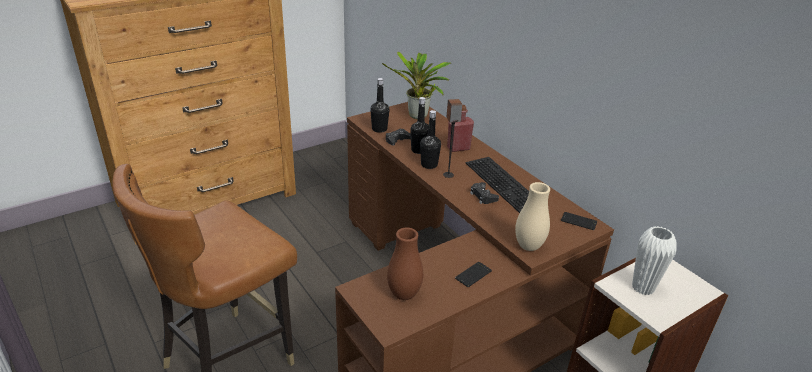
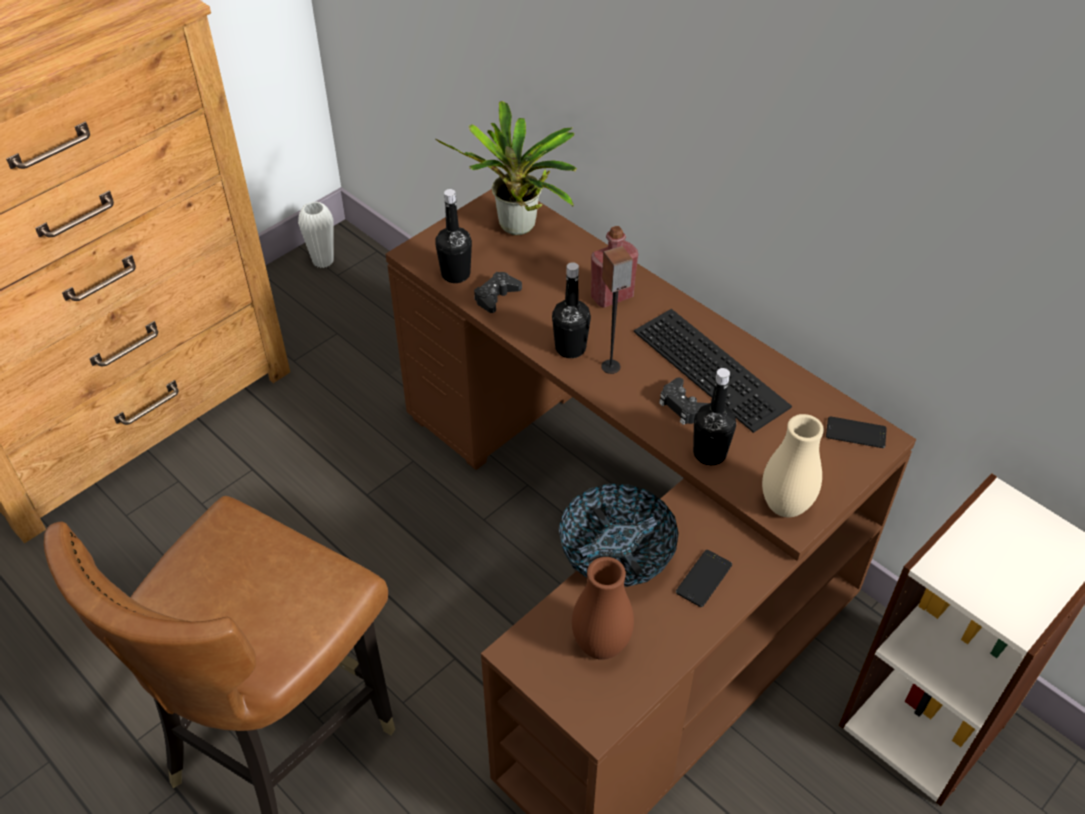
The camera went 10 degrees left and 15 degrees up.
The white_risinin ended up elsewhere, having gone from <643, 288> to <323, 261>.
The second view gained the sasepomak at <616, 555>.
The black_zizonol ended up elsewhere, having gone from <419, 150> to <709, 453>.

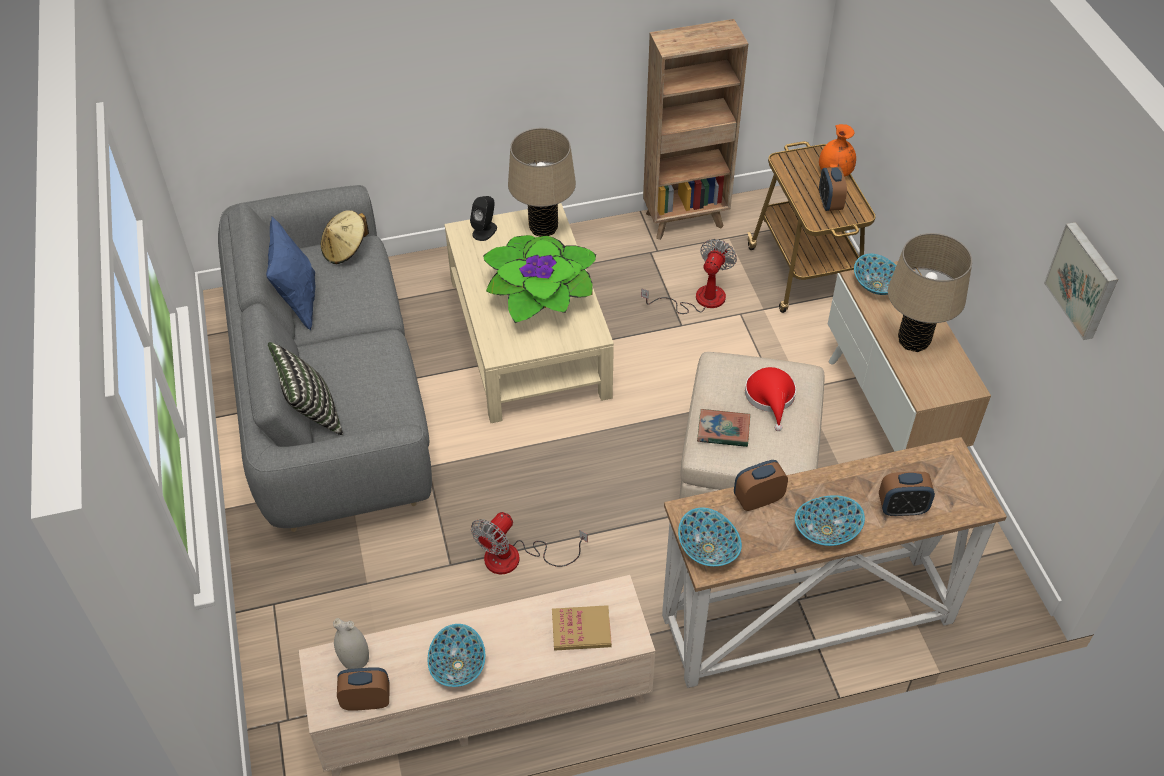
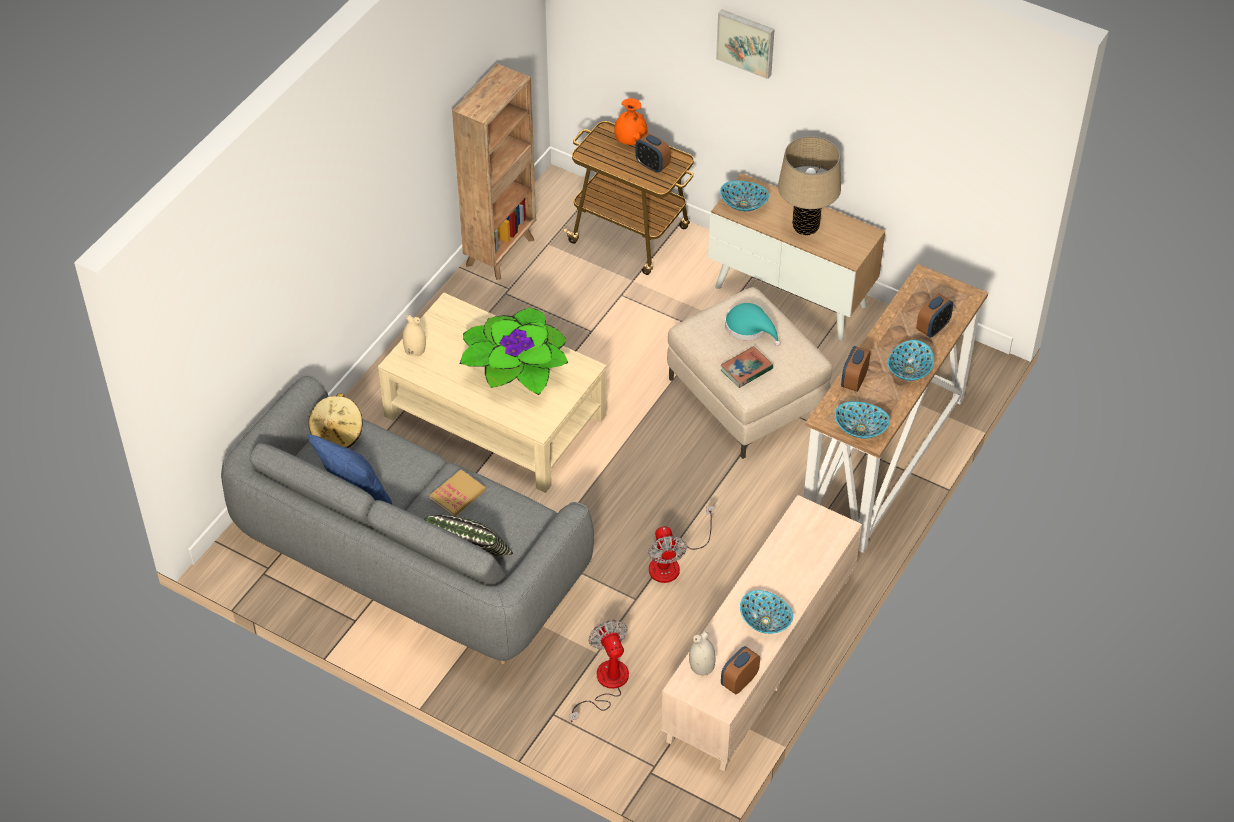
The camera went 45 degrees left and 0 degrees up.
Where the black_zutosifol stood at <485, 231>, the beige_risinin came to stand at <415, 350>.
The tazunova ended up elsewhere, having gone from <581, 629> to <457, 494>.
The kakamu ended up elsewhere, having gone from <699, 299> to <605, 684>.
The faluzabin ended up elsewhere, having gone from <1084, 280> to <746, 42>.
What was the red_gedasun at <771, 398> turned into the turquoise_gedasun at <750, 328>.
The second view lost the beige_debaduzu at <543, 228>.

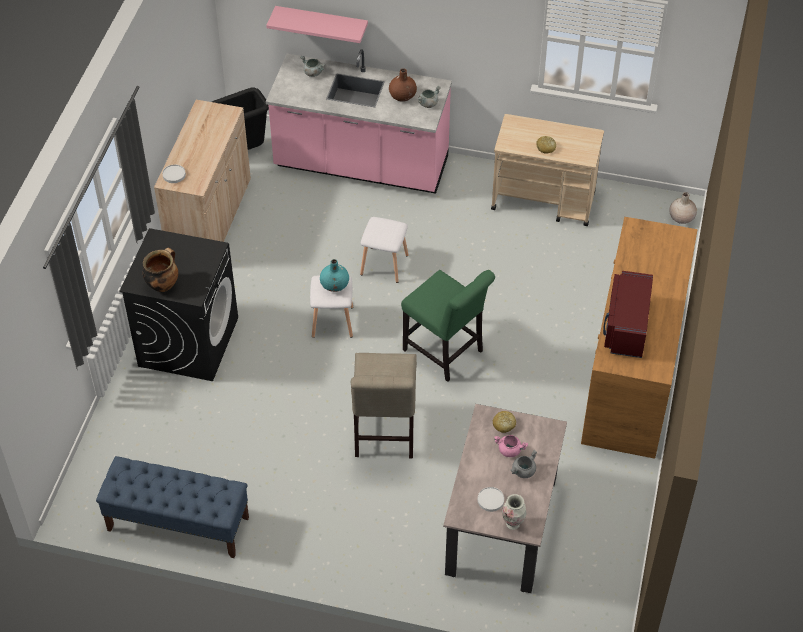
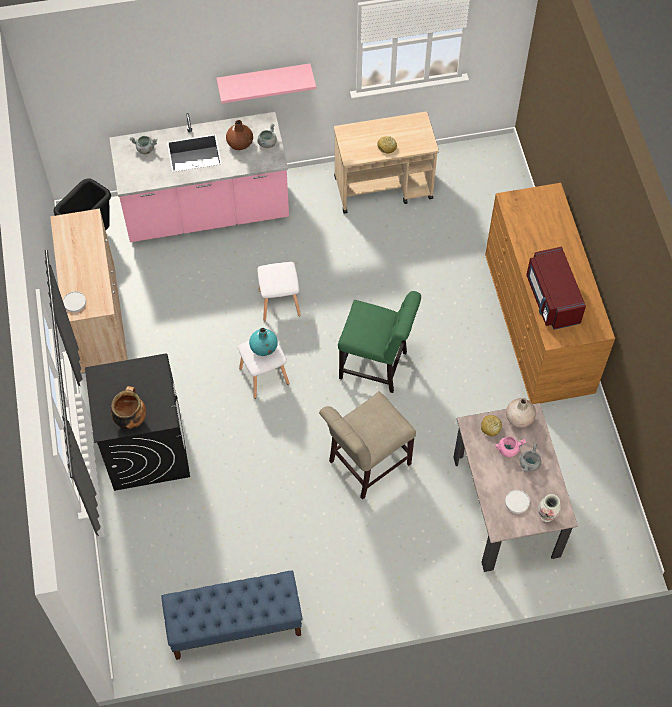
The camera went 25 degrees left and 10 degrees up.
The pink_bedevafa ended up elsewhere, having gone from <321, 23> to <264, 79>.
The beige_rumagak at <384, 434> ended up facing another way, 75 degrees clockwise from before.
The beige_risinin ended up elsewhere, having gone from <681, 217> to <519, 418>.

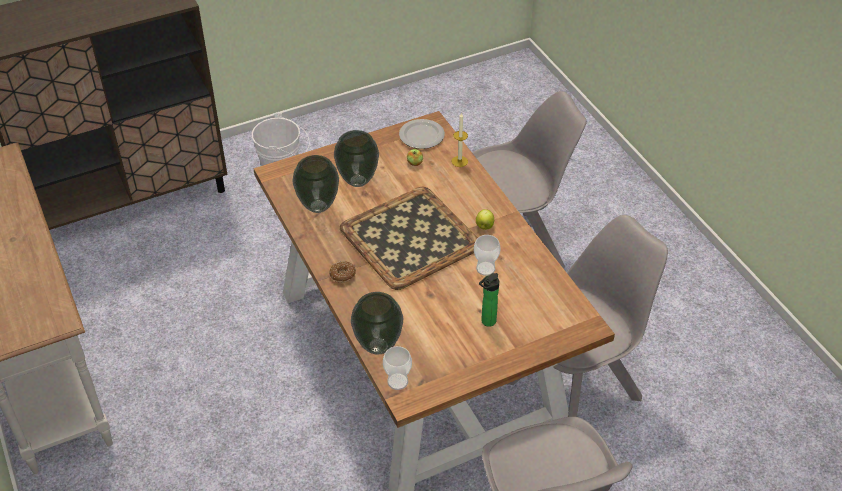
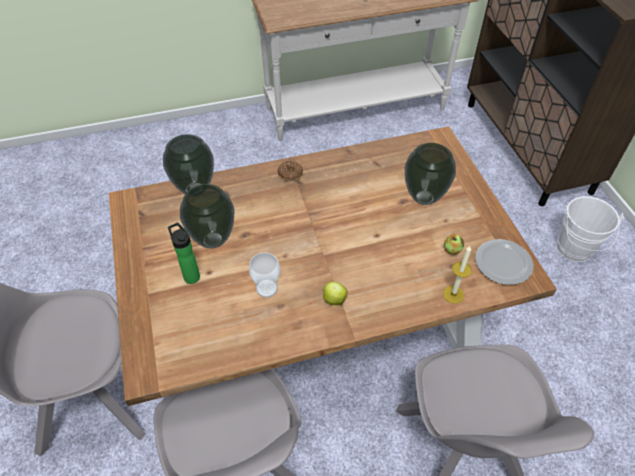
The camera went 100 degrees right and 5 degrees up.
The risinin ended up elsewhere, having gone from <318, 206> to <214, 240>.
The second view lost the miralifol at <410, 236>.
The second view lost the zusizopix at <397, 381>.

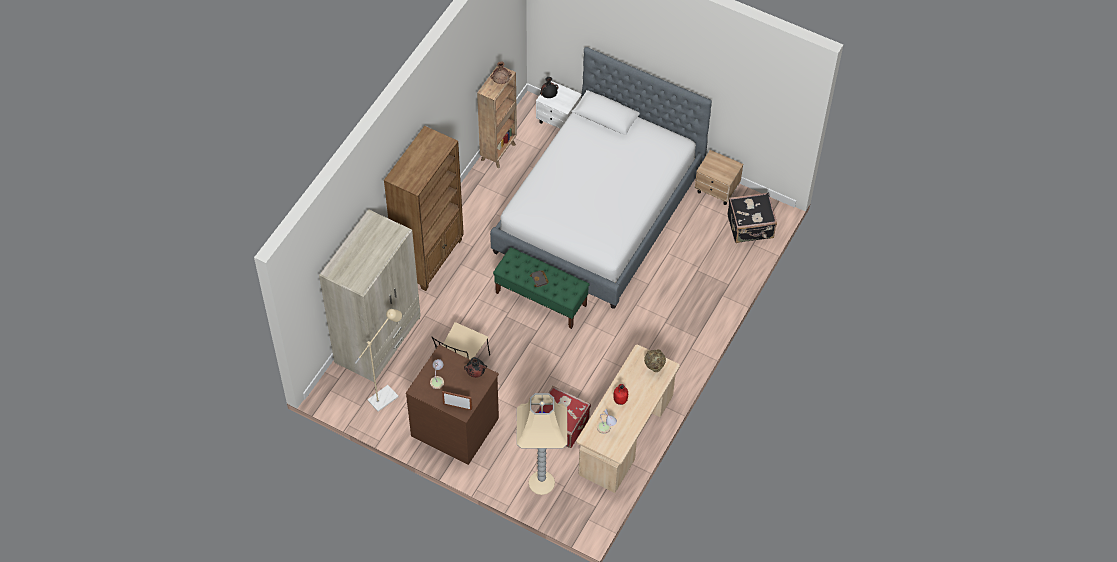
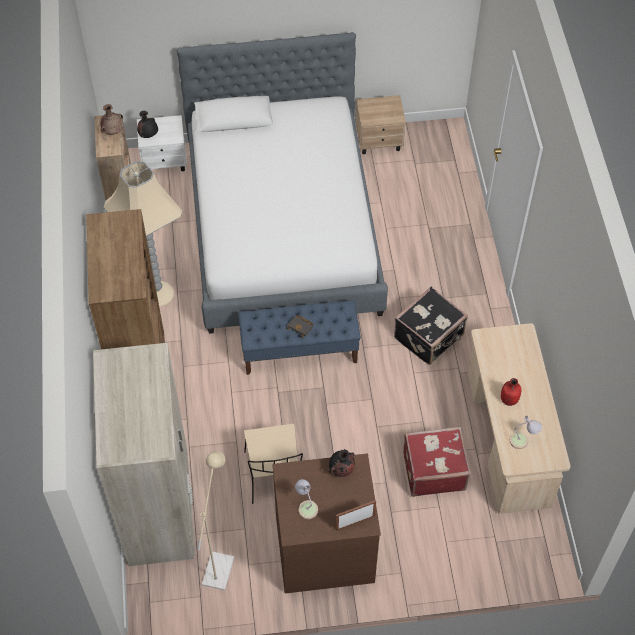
The camera went 35 degrees left and 0 degrees up.
The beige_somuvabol ended up elsewhere, having gone from <541, 482> to <157, 293>.
What was the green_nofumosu at <541, 299> turned into the blue_nofumosu at <300, 351>.
The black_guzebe ended up elsewhere, having gone from <750, 227> to <430, 337>.
The second view lost the beige_risinin at <654, 368>.

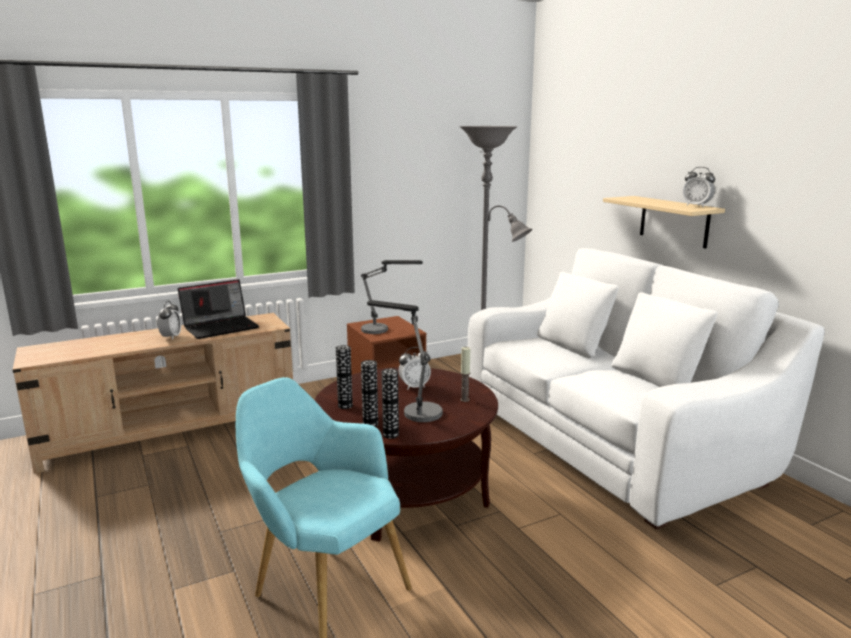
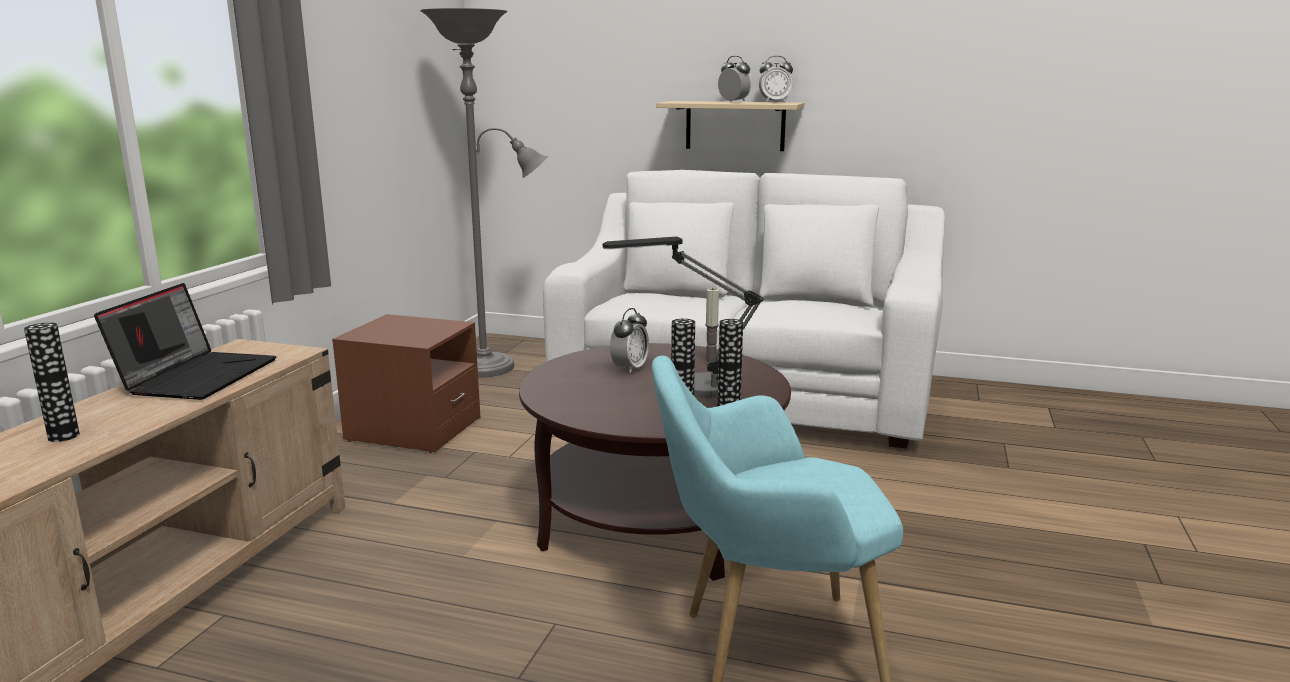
The camera went 45 degrees left and 0 degrees up.
The risinin ended up elsewhere, having gone from <345, 406> to <64, 436>.
The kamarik ended up elsewhere, having gone from <171, 337> to <734, 102>.
The second view lost the debaduzu at <382, 330>.

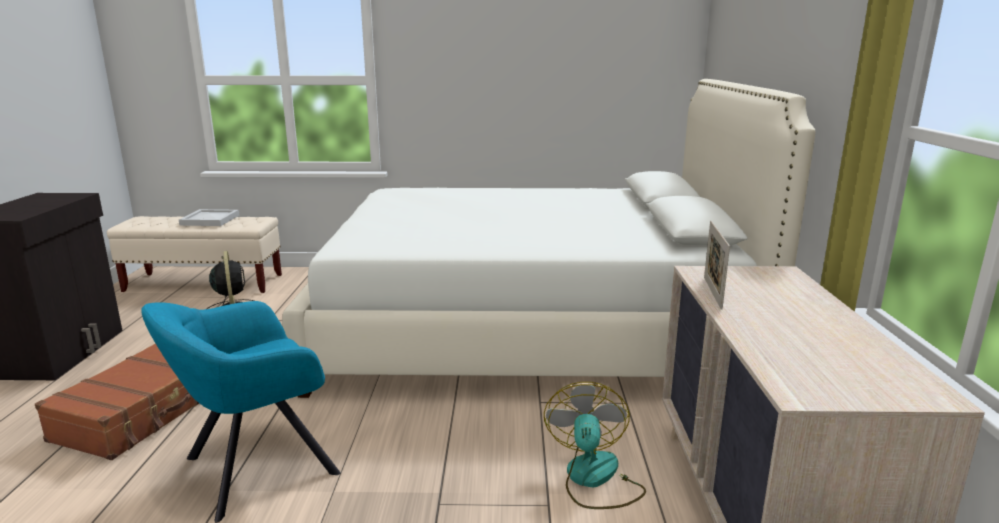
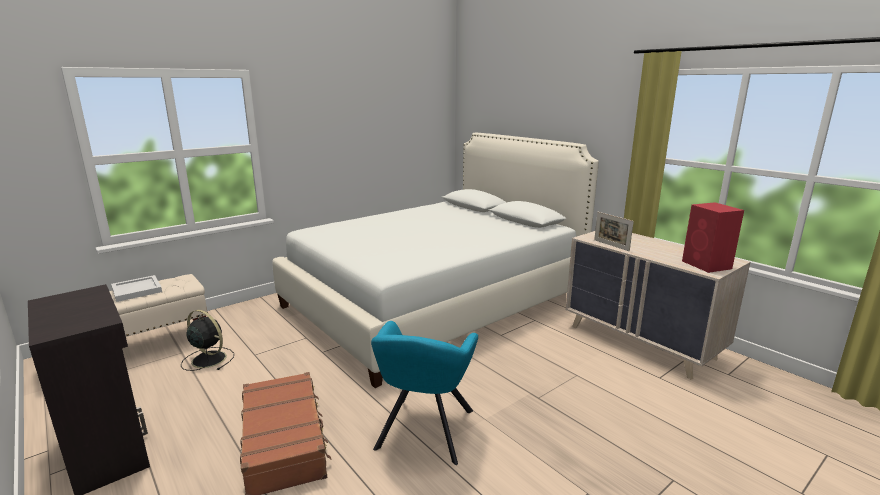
The camera went 40 degrees left and 0 degrees up.
The second view gained the red_zutosifol at <707, 265>.
The second view lost the kakamu at <594, 479>.

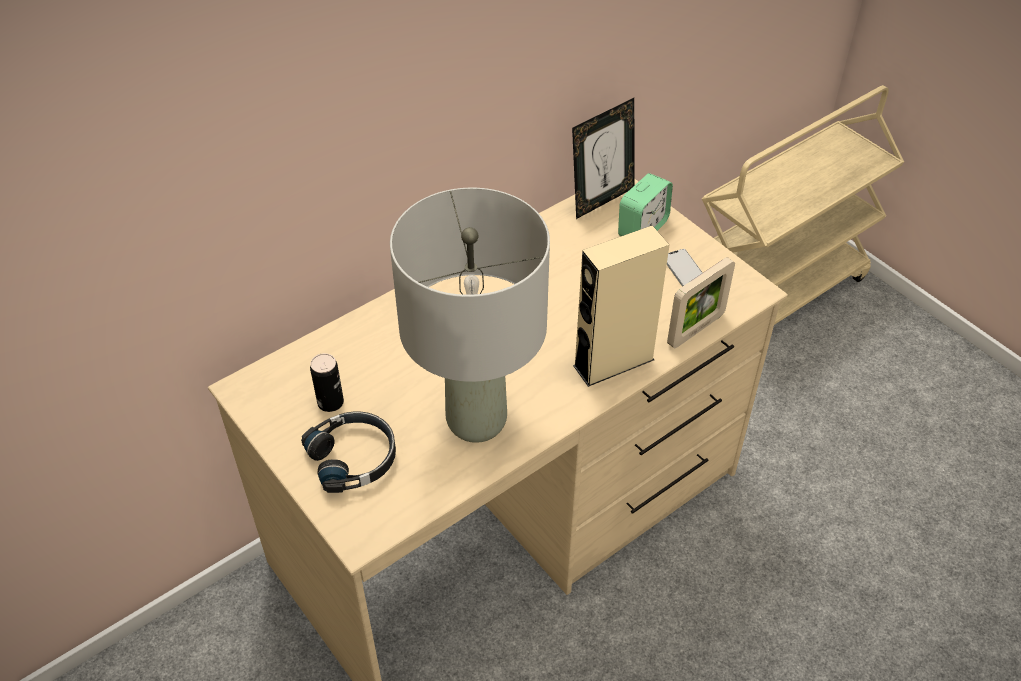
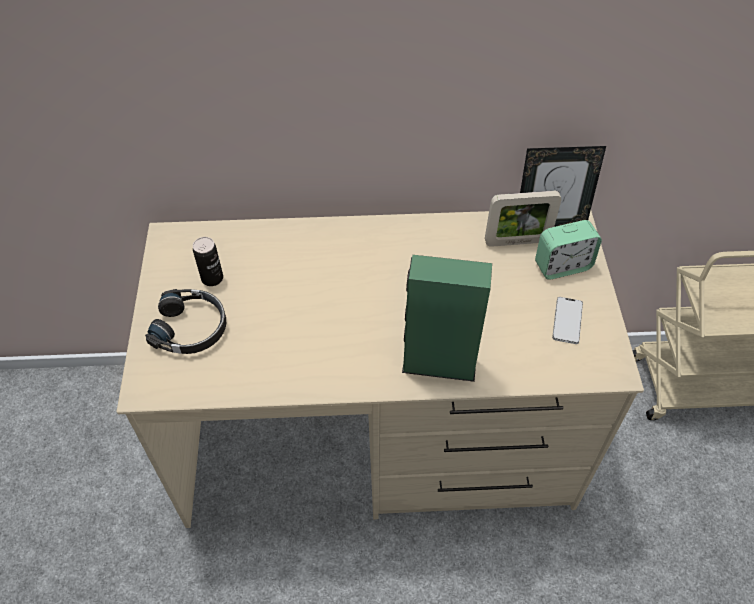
The camera went 35 degrees right and 5 degrees up.
What was the beige_zutosifol at <613, 362> turned into the green_zutosifol at <439, 365>.
The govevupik ended up elsewhere, having gone from <695, 329> to <517, 241>.
The second view lost the grey_debaduzu at <477, 419>.

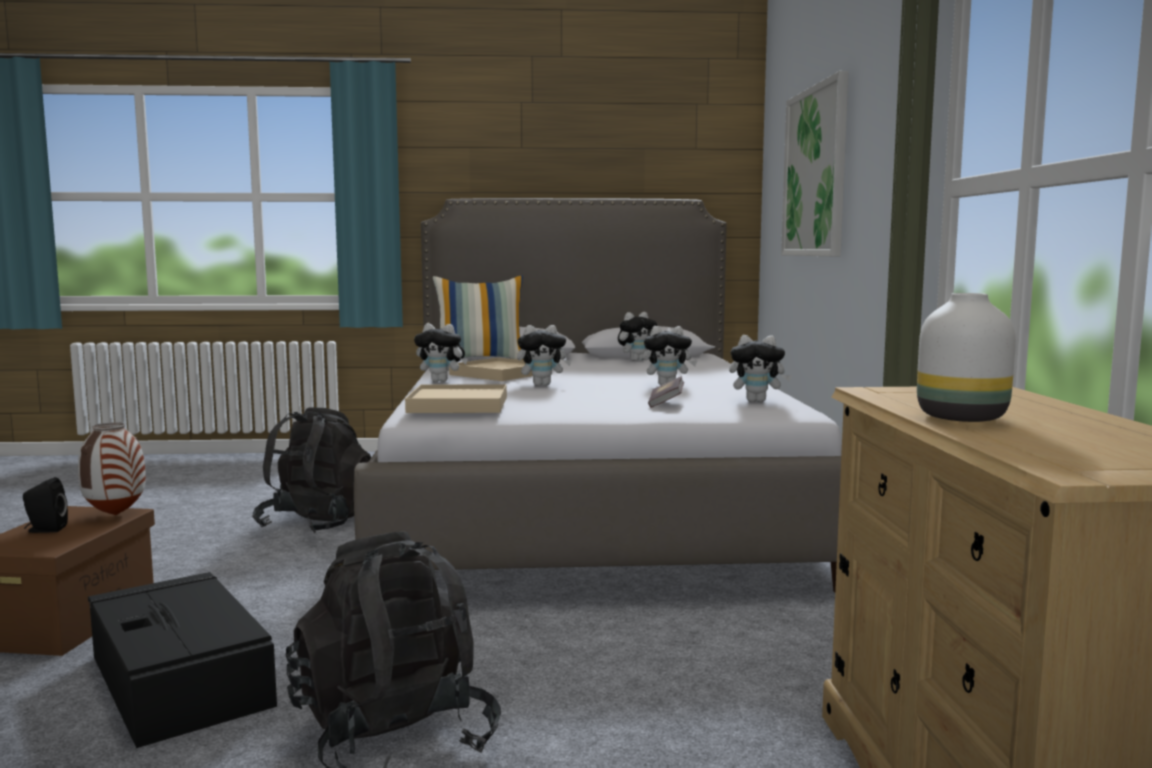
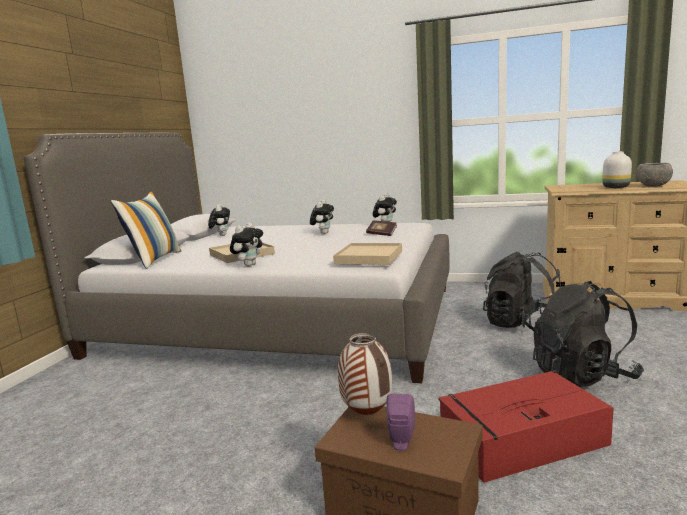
The camera went 70 degrees left and 5 degrees up.
What was the black_zutosifol at <45, 530> turned into the purple_zutosifol at <401, 442>.
What was the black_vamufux at <179, 678> turned into the red_vamufux at <520, 440>.
The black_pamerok ended up elsewhere, having gone from <317, 524> to <522, 325>.
The second view gained the grey_sasepomak at <653, 186>.
The second view lost the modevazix at <542, 385>.
The second view lost the faluzabin at <815, 172>.

